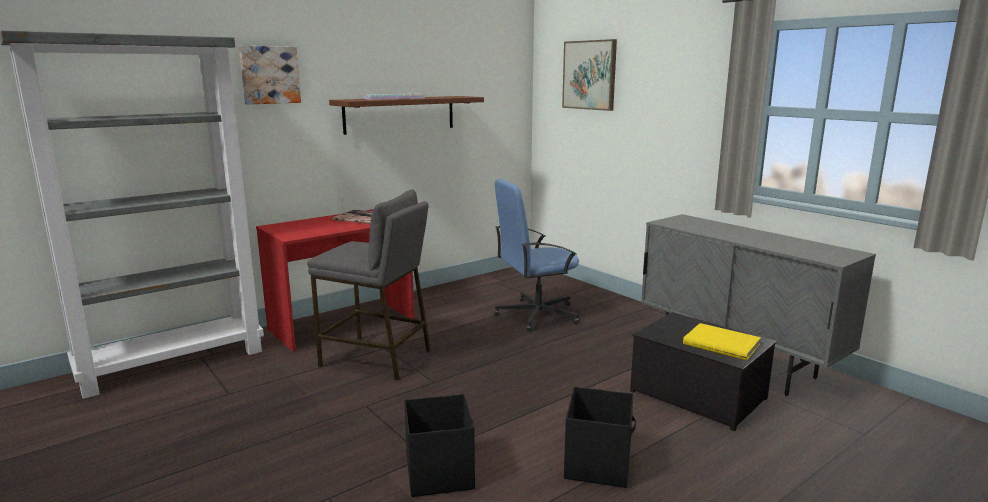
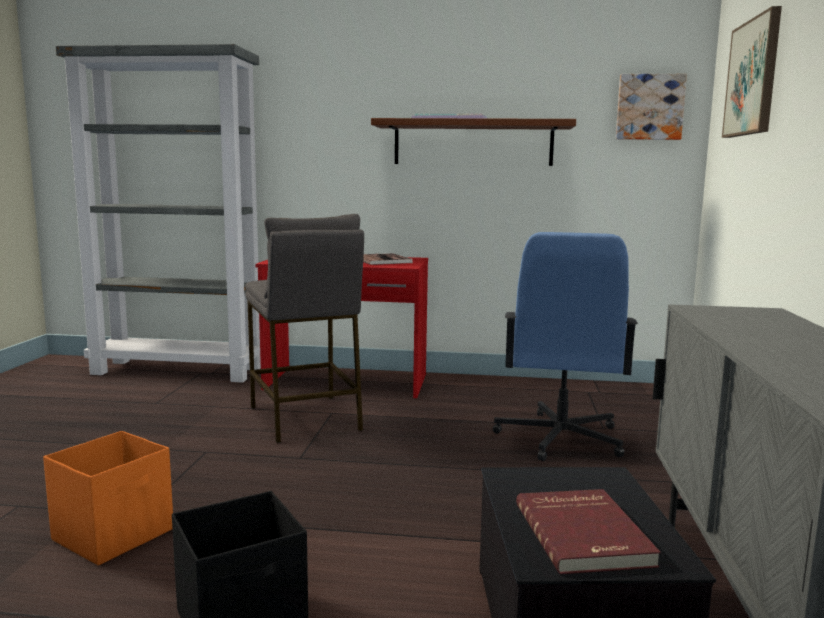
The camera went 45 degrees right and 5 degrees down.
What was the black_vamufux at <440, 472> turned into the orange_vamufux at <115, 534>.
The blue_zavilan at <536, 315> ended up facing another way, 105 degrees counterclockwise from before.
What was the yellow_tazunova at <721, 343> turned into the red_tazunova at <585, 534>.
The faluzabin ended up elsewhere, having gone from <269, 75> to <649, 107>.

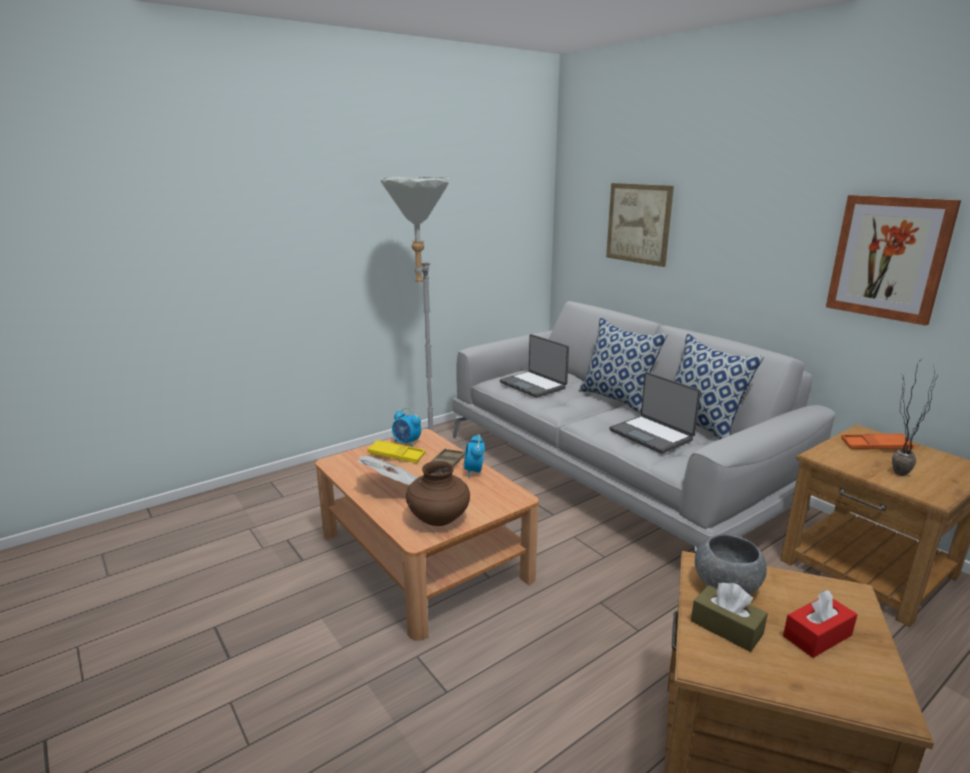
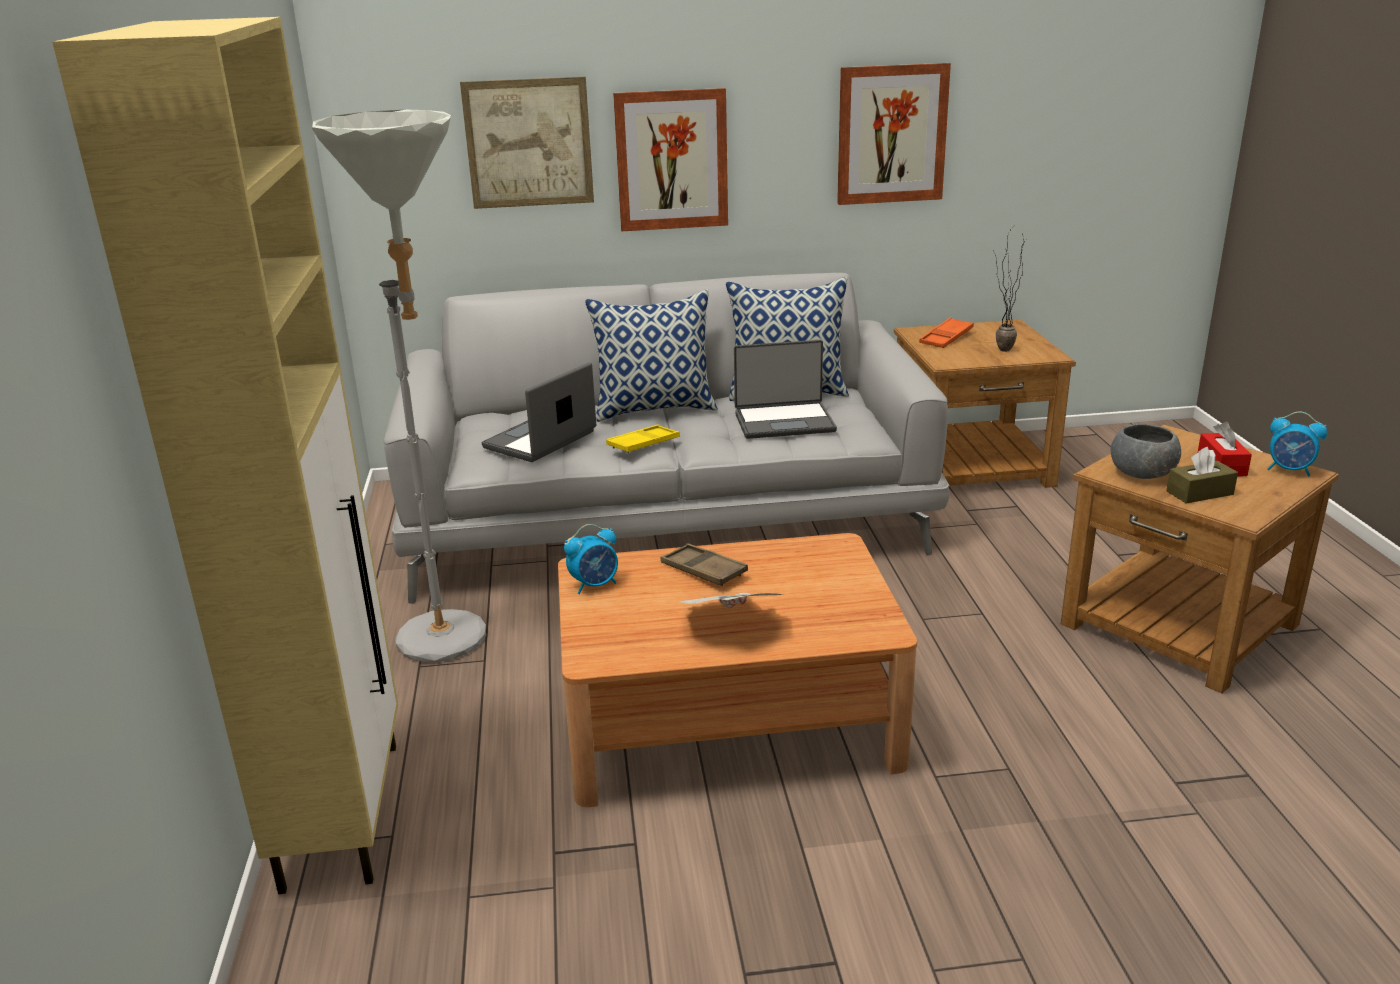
The camera went 60 degrees left and 5 degrees up.
The second view gained the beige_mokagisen at <343, 812>.
The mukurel at <534, 385> ended up facing another way, 135 degrees clockwise from before.
The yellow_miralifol ended up elsewhere, having gone from <396, 455> to <643, 444>.
The second view gained the faluzabin at <671, 160>.
The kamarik ended up elsewhere, having gone from <474, 471> to <1289, 470>.
The second view lost the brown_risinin at <439, 519>.

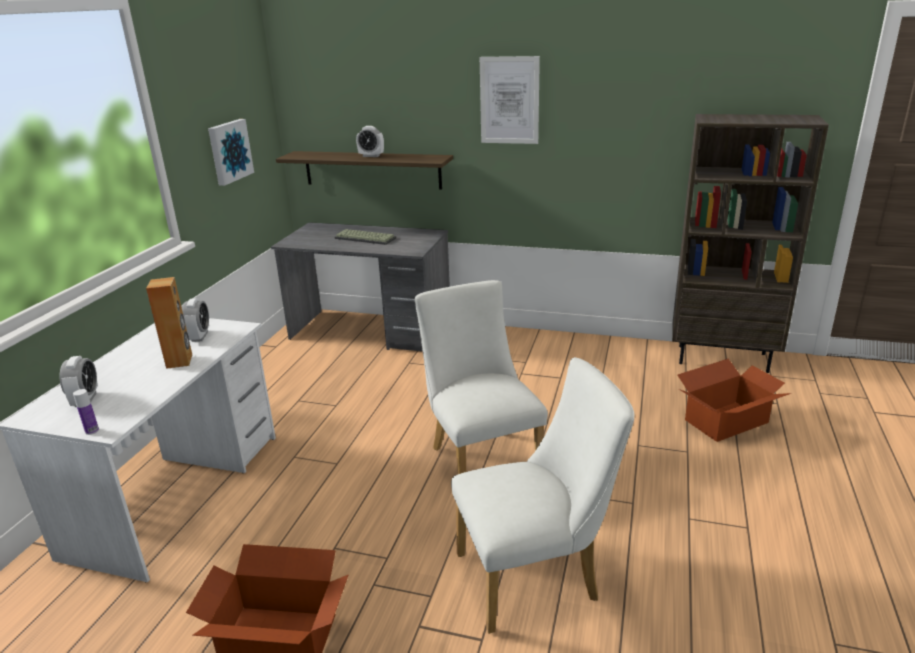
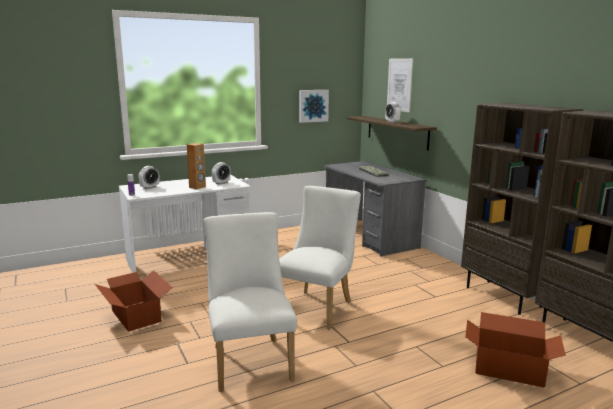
The camera went 45 degrees right and 10 degrees down.
The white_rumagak at <536, 576> ended up facing another way, 135 degrees counterclockwise from before.
The faluzabin ended up elsewhere, having gone from <509, 100> to <399, 85>.
The second view gained the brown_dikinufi at <504, 297>.

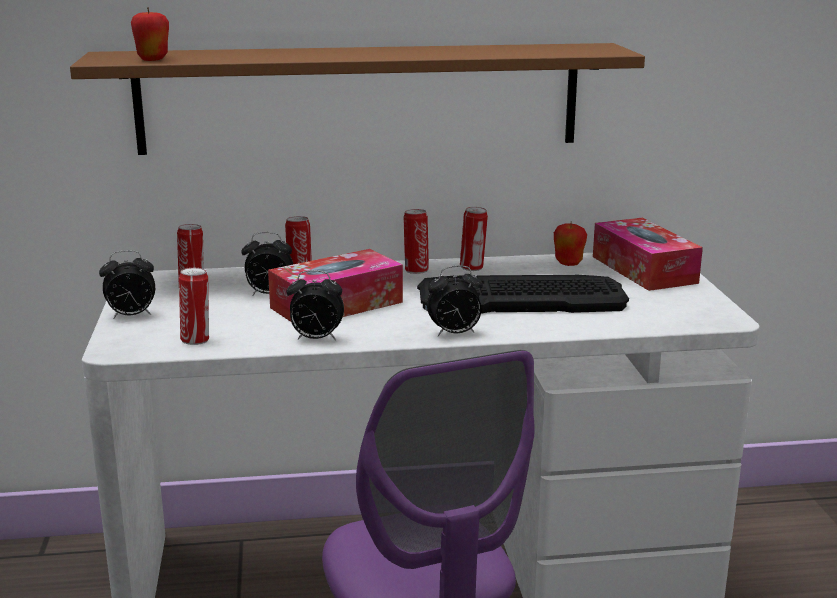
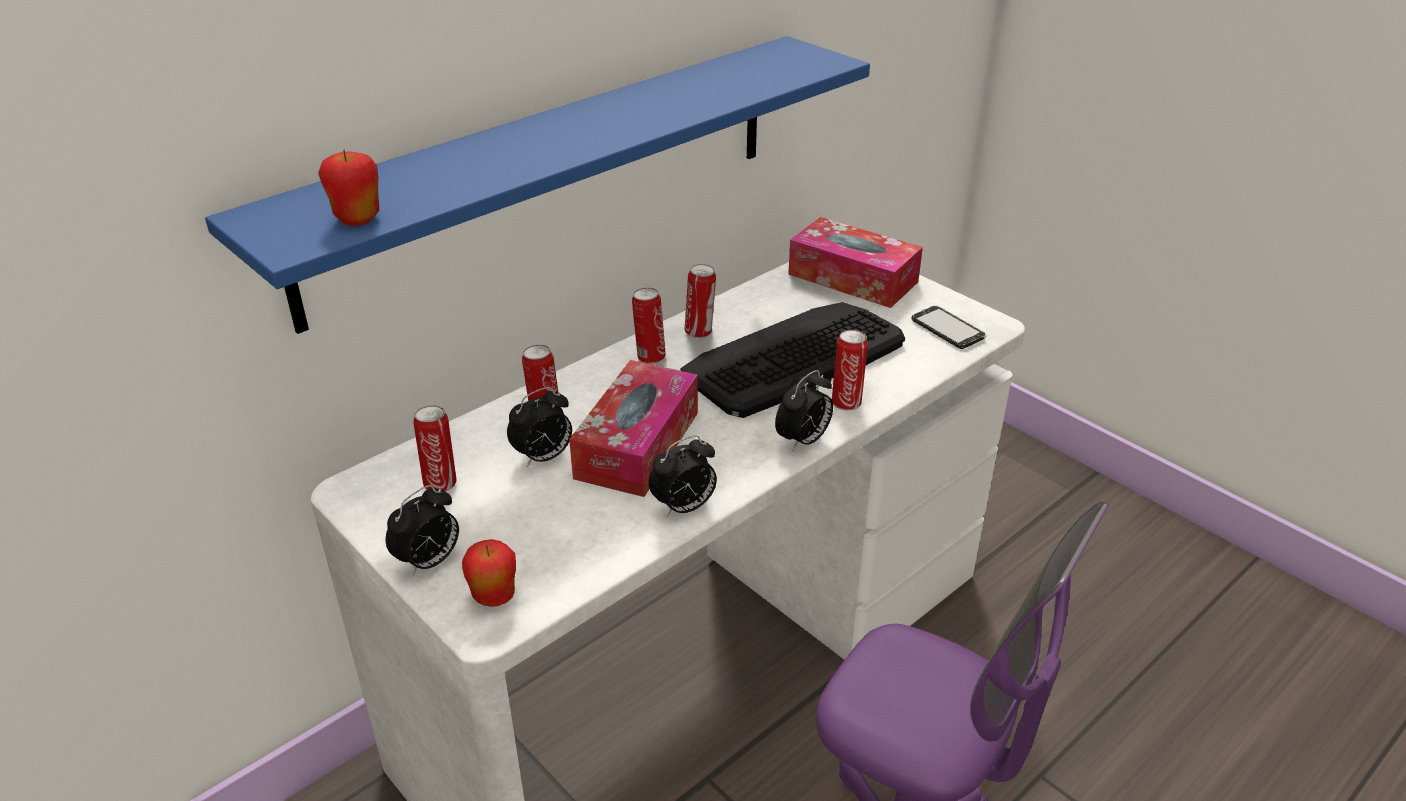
The camera went 35 degrees left and 15 degrees up.
What was the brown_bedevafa at <360, 98> turned into the blue_bedevafa at <550, 173>.
The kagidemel ended up elsewhere, having gone from <568, 263> to <494, 597>.
The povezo ended up elsewhere, having gone from <196, 340> to <846, 402>.
The second view gained the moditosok at <947, 329>.

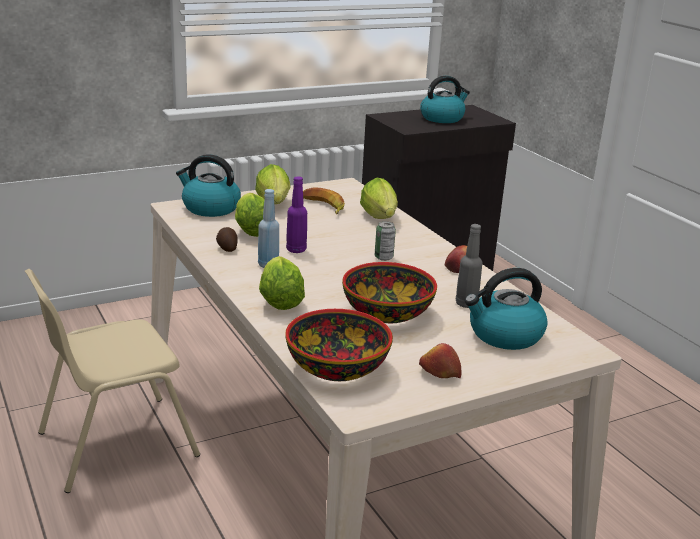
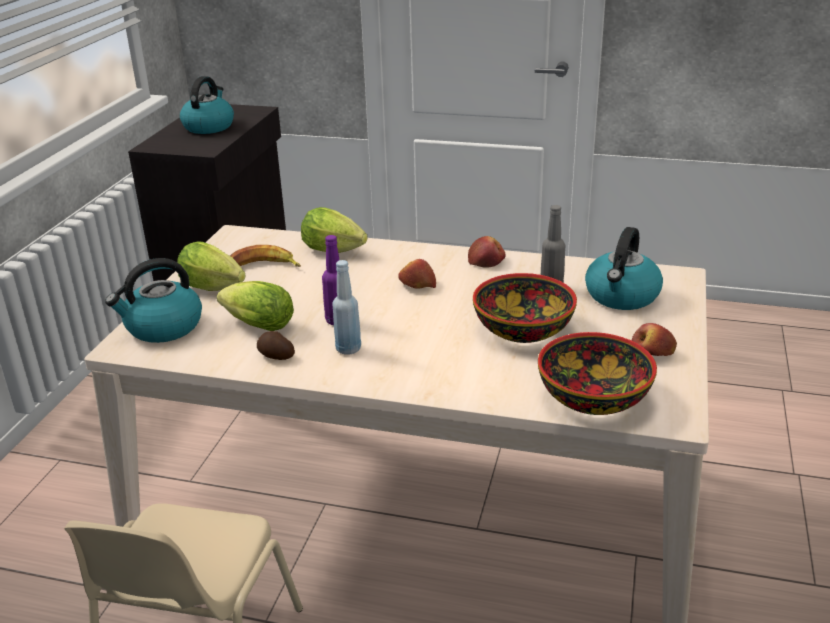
The camera went 45 degrees left and 5 degrees up.
Where the povezo stood at <383, 257>, the kagidemel came to stand at <417, 285>.
The second view lost the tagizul at <280, 300>.

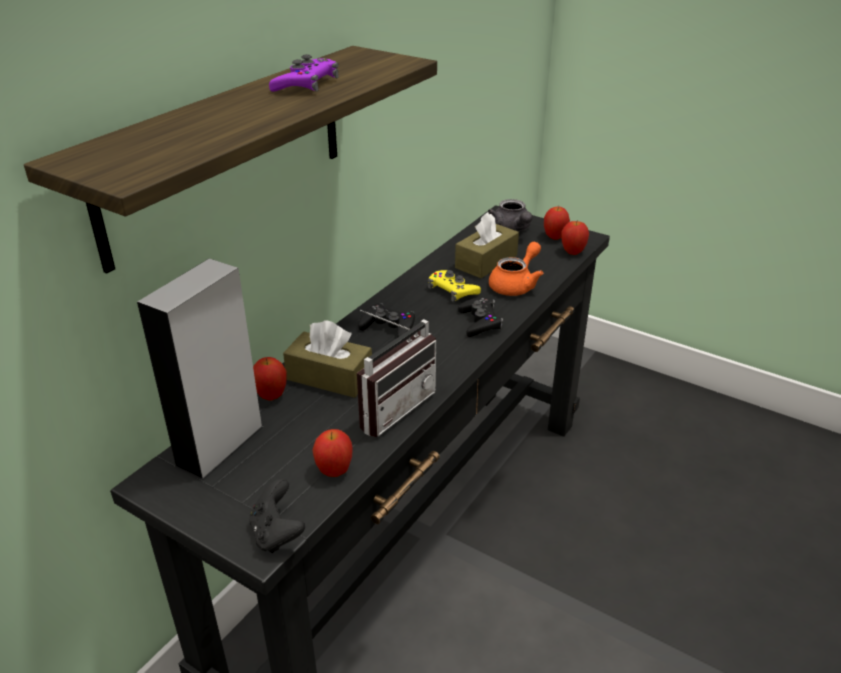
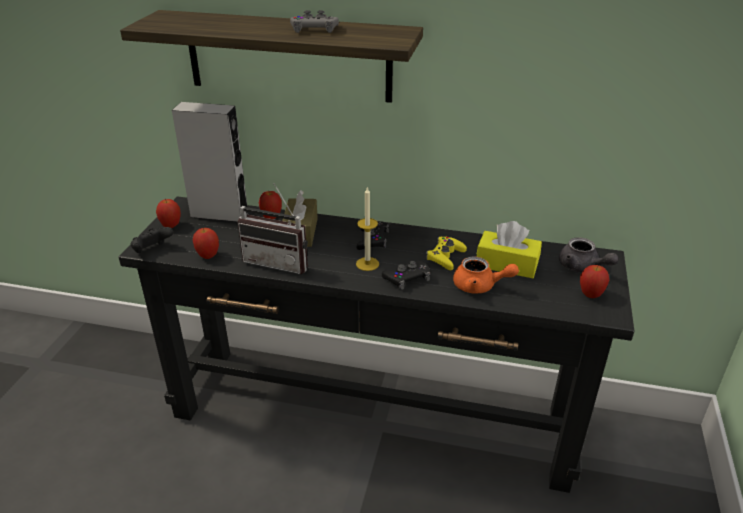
The camera went 70 degrees right and 0 degrees up.
The kagidemel ended up elsewhere, having gone from <573, 252> to <171, 226>.
What was the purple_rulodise at <306, 85> turned into the grey_rulodise at <314, 30>.
The second view gained the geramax at <367, 264>.
What was the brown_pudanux at <486, 261> turned into the yellow_pudanux at <507, 264>.
The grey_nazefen at <512, 229> ended up facing another way, 90 degrees counterclockwise from before.

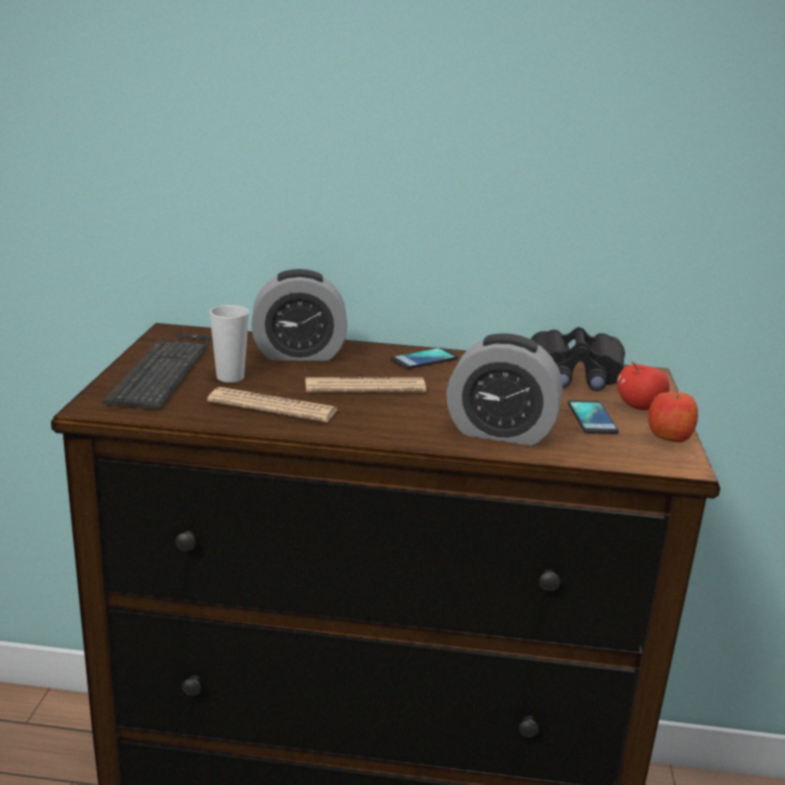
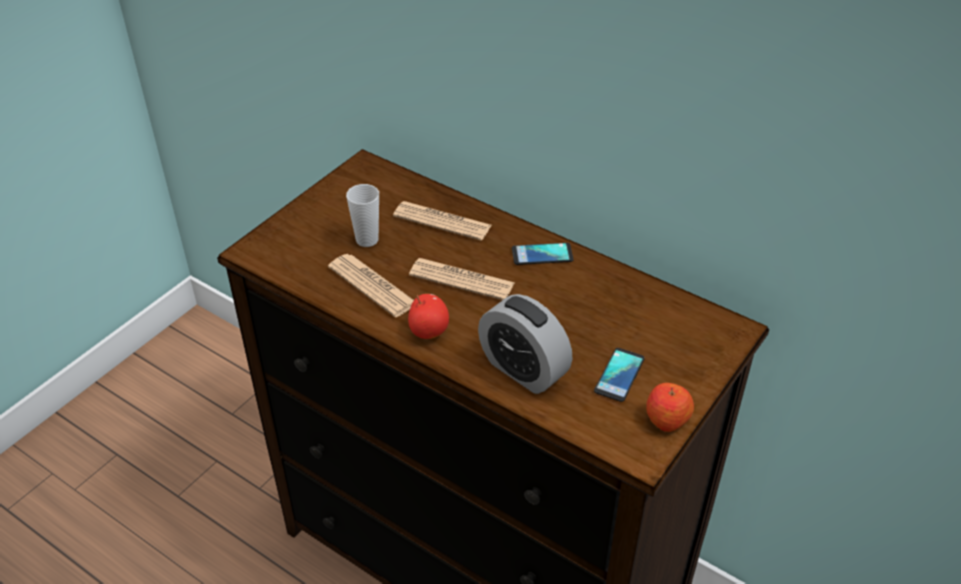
The camera went 30 degrees right and 20 degrees up.
Where the kamarik stood at <299, 354>, the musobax came to stand at <442, 221>.
The kagidemel ended up elsewhere, having gone from <639, 407> to <428, 331>.
The second view lost the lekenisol at <169, 366>.
The second view lost the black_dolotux at <575, 375>.

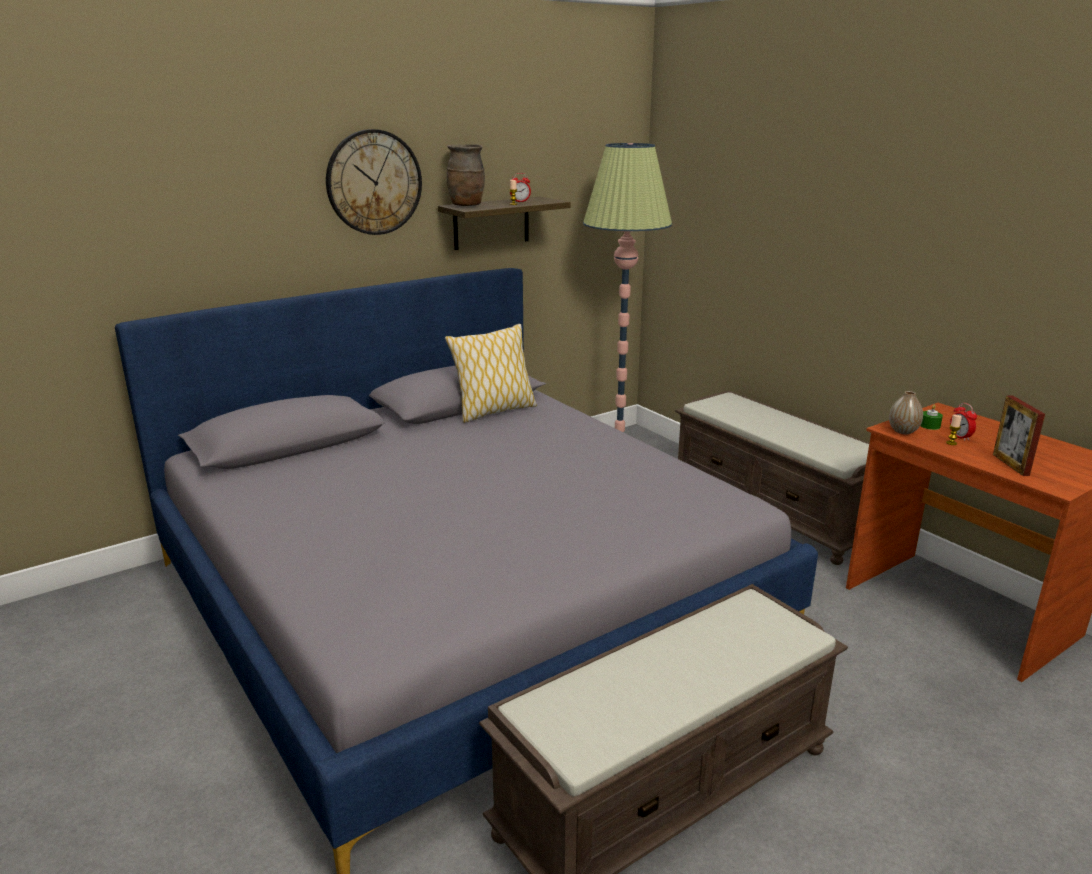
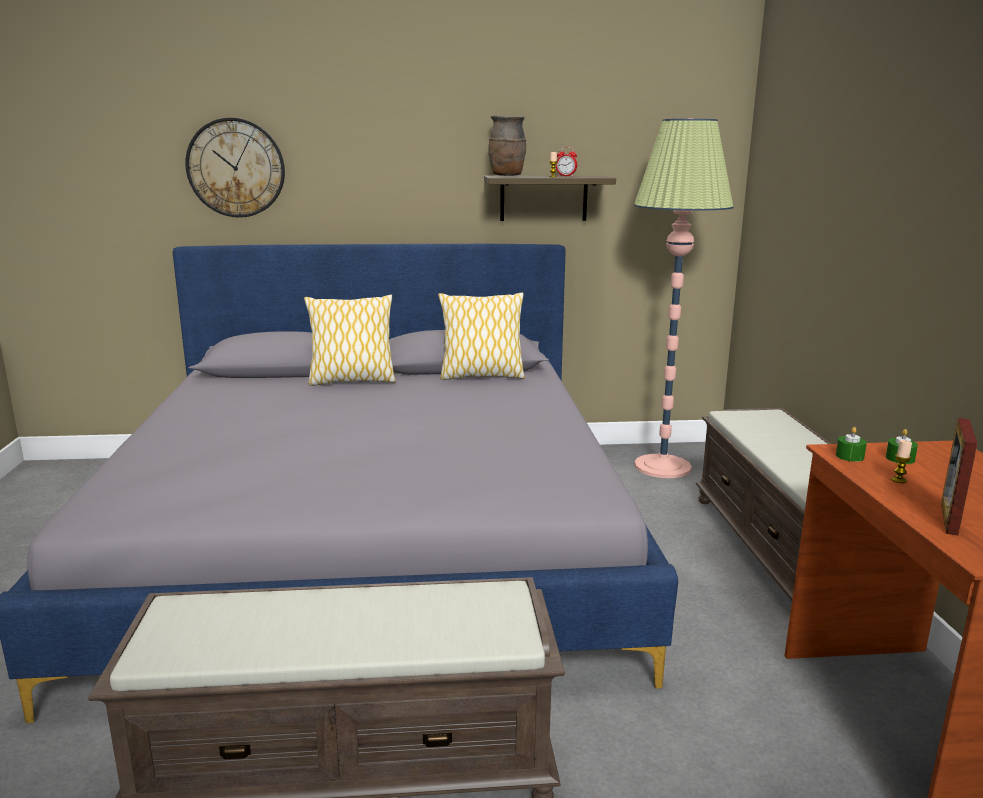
The camera went 30 degrees right and 5 degrees down.
The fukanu ended up elsewhere, having gone from <374, 182> to <236, 168>.
The second view gained the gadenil at <352, 381>.
Where the risinin stood at <903, 431>, the green_geramax came to stand at <849, 456>.
The second view lost the kamarik at <960, 437>.

